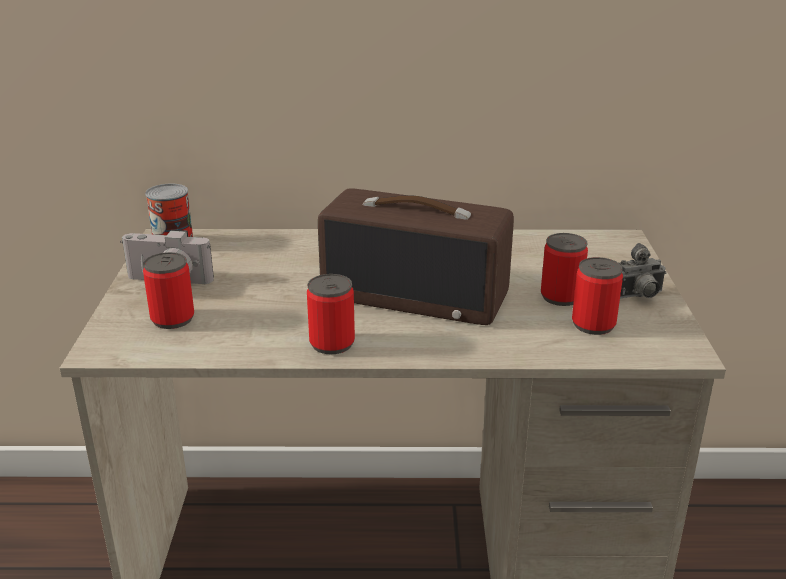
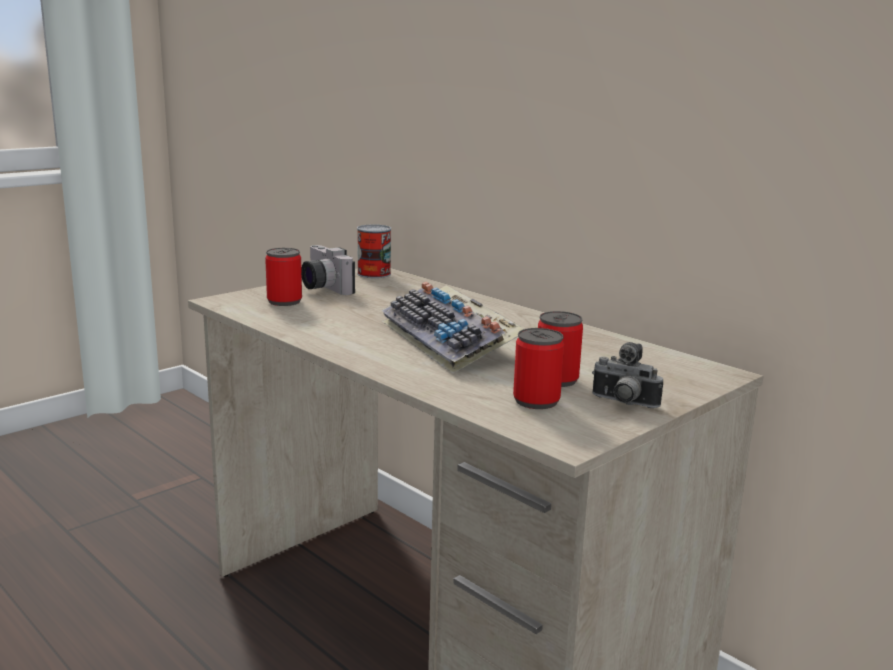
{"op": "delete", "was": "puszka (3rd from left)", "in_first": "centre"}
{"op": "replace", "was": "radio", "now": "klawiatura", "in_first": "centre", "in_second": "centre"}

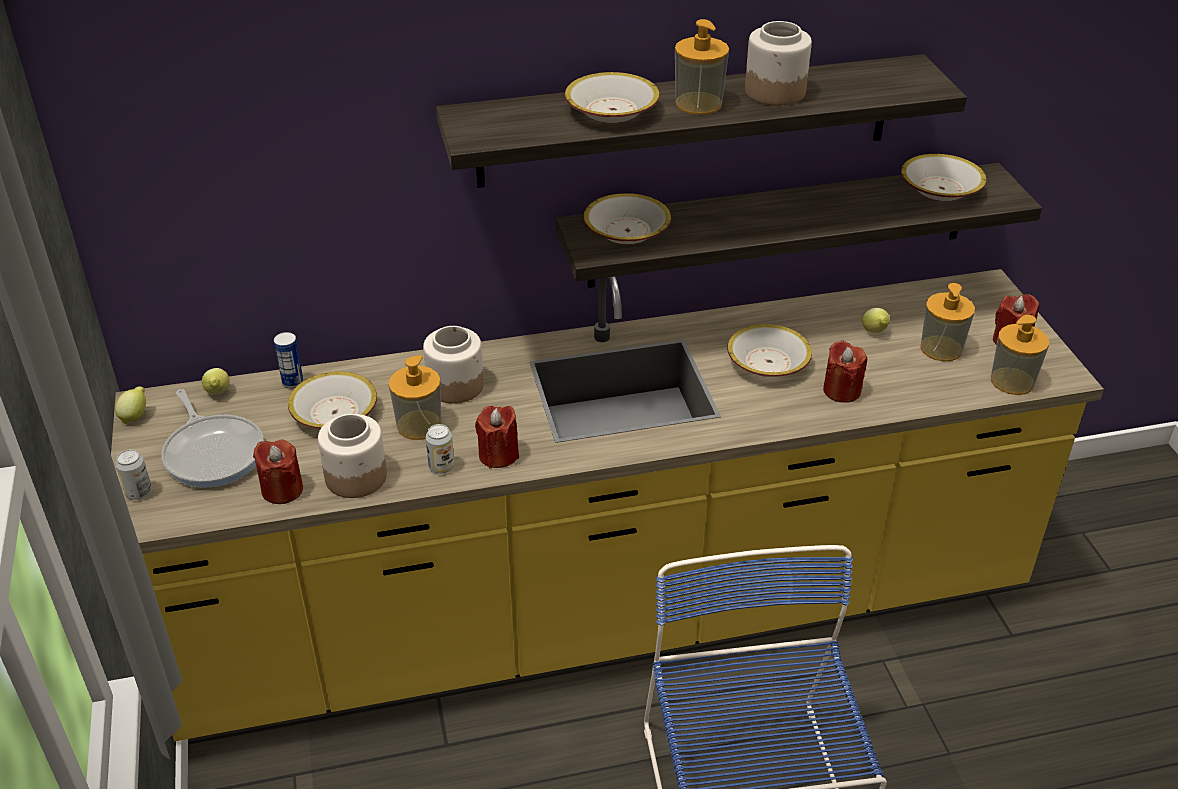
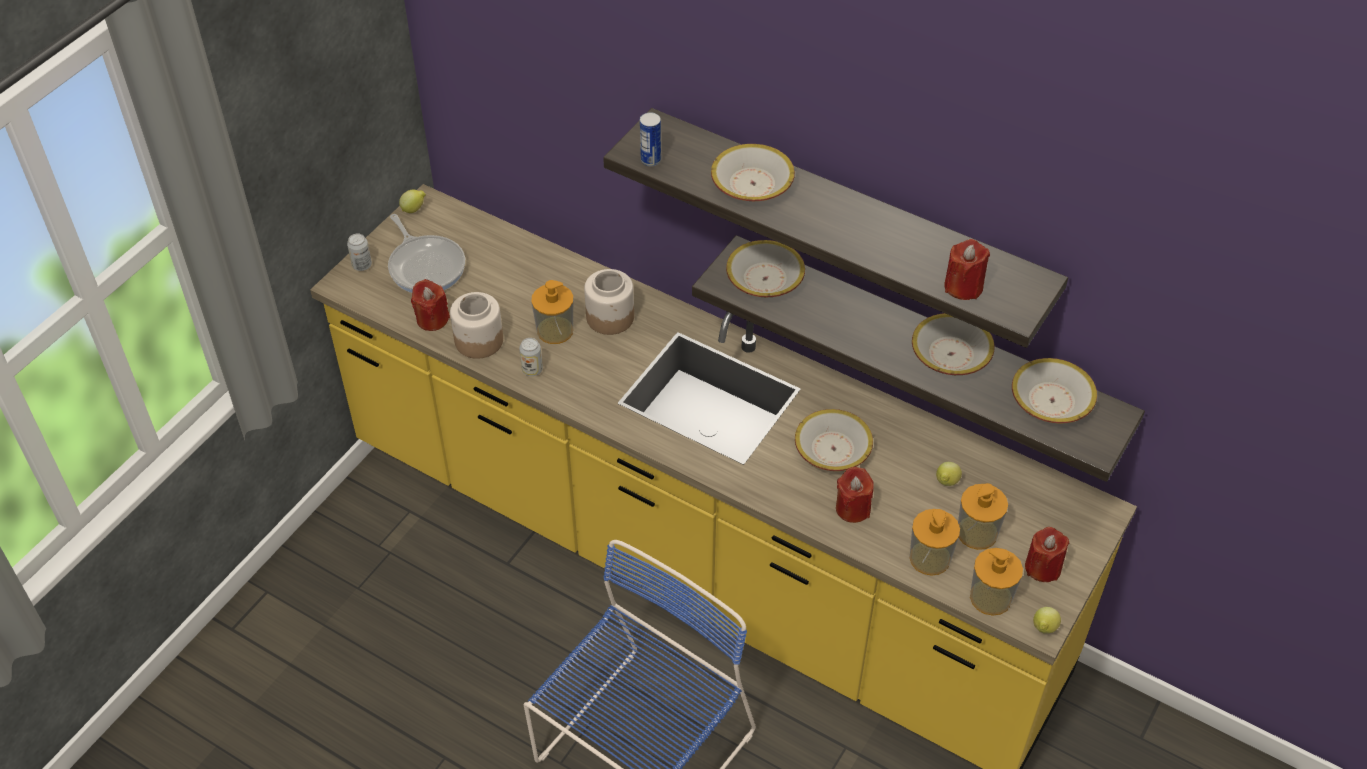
{"op": "rotate", "was": "patelnia", "in_first": "middle left", "in_second": "top left", "clockwise": -45}
{"op": "move", "was": "cytryna (2nd from left in the first image)", "now": "cytryna (3rd from left)", "in_first": "middle left", "in_second": "bottom right"}
{"op": "move", "was": "puszka (2nd from left in the first image)", "now": "puszka (3rd from left)", "in_first": "middle left", "in_second": "top centre"}
{"op": "move", "was": "miska (1st from left in the first image)", "now": "miska (4th from left)", "in_first": "middle left", "in_second": "middle right"}
{"op": "move", "was": "świeca [czerwony] (2nd from left in the first image)", "now": "świeca [czerwony] (3rd from left)", "in_first": "centre", "in_second": "middle right"}
{"op": "move", "was": "dozownik mydła (2nd from left)", "in_first": "top centre", "in_second": "bottom right"}
{"op": "delete", "was": "słoik (3rd from left)", "in_first": "top centre"}

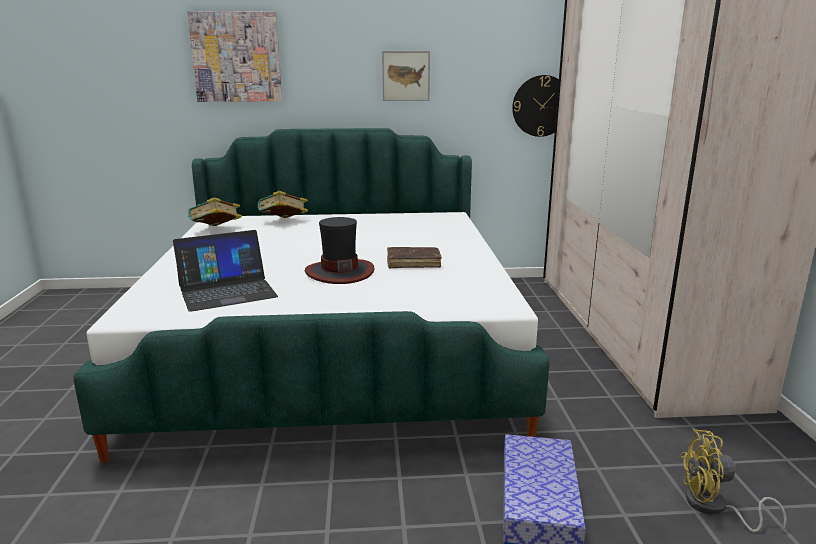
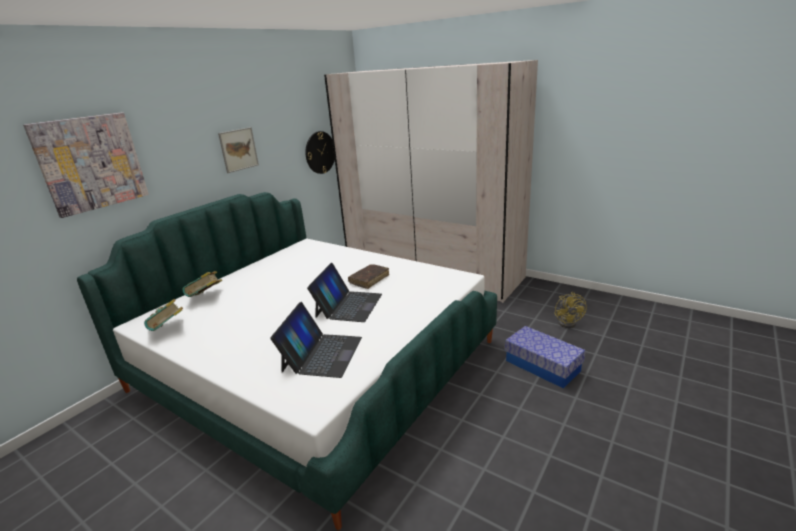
{"op": "replace", "was": "kapelusz", "now": "laptop (2nd from left)", "in_first": "centre", "in_second": "centre"}
{"op": "rotate", "was": "wentylator [żółty]", "in_first": "bottom right", "in_second": "middle right", "clockwise": -45}

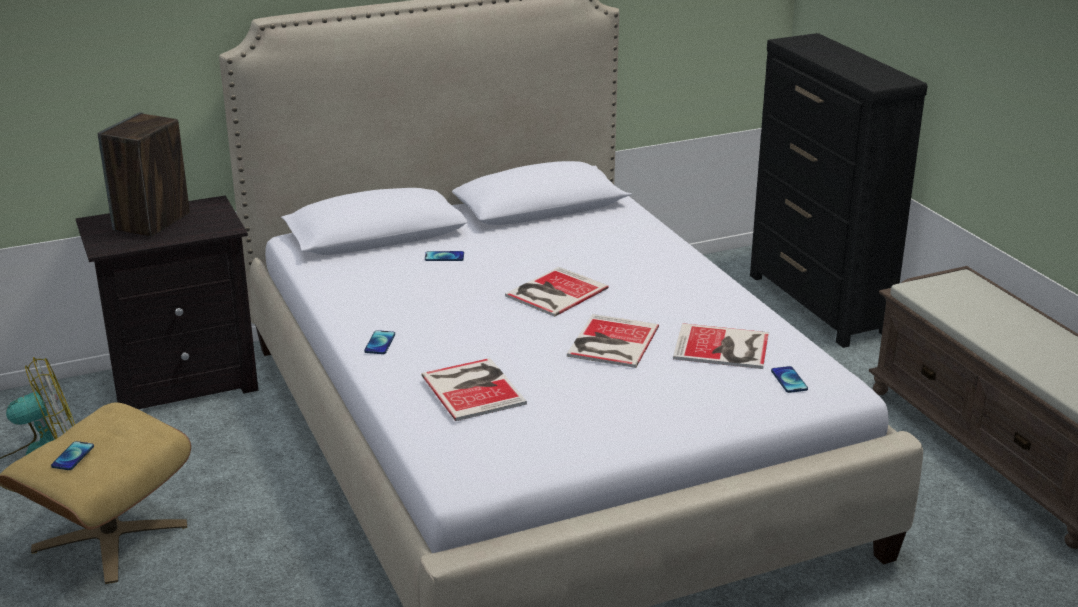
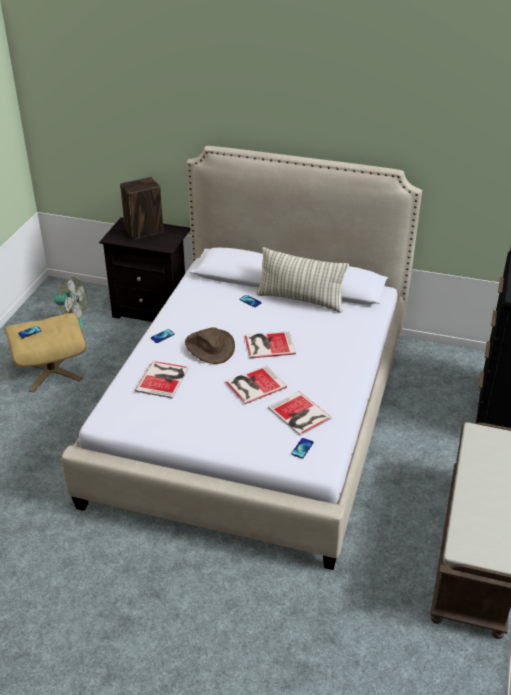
{"op": "insert", "now": "kapelusz [brązowy]", "in_second": "centre"}
{"op": "insert", "now": "poduszka", "in_second": "centre"}

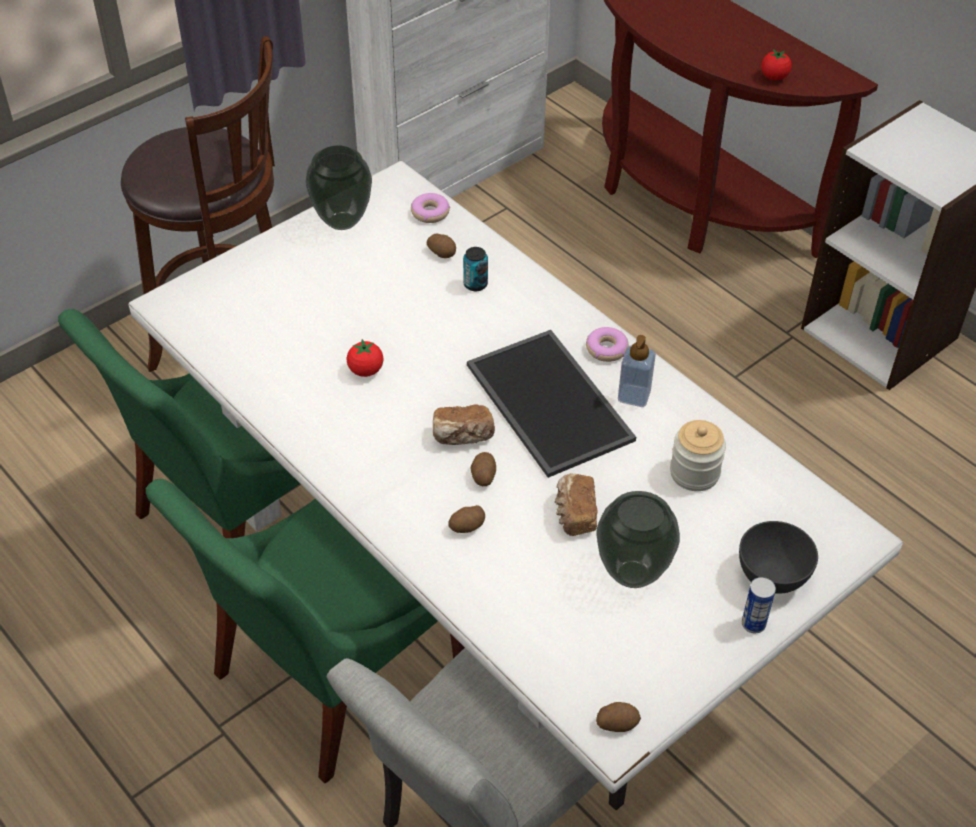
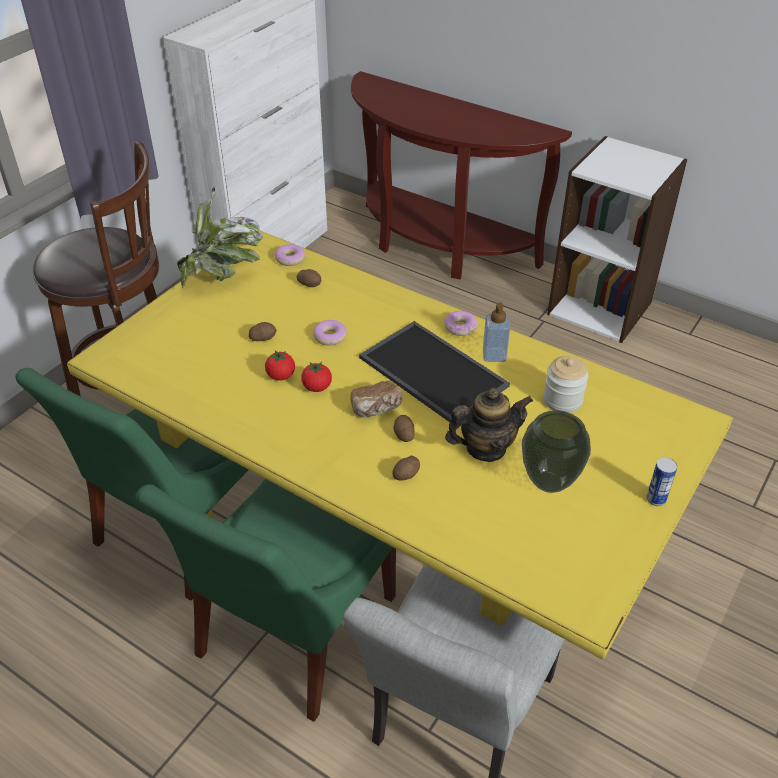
{"op": "recolor", "was": "stół jadalny [biały]", "now": "stół jadalny [żółty]", "in_first": "centre", "in_second": "centre"}
{"op": "replace", "was": "wazon (1st from left)", "now": "roślina doniczkowa", "in_first": "top centre", "in_second": "top left"}
{"op": "delete", "was": "puszka (1st from left)", "in_first": "top centre"}
{"op": "replace", "was": "chleb (2nd from left)", "now": "imbryk", "in_first": "centre", "in_second": "centre"}
{"op": "move", "was": "ziemniak (4th from left in the first image)", "now": "ziemniak (1st from left)", "in_first": "bottom centre", "in_second": "centre"}
{"op": "delete", "was": "miska [szary]", "in_first": "bottom right"}
{"op": "move", "was": "pomidor (2nd from left)", "in_first": "top right", "in_second": "centre"}
{"op": "insert", "now": "donut (2nd from left)", "in_second": "centre"}

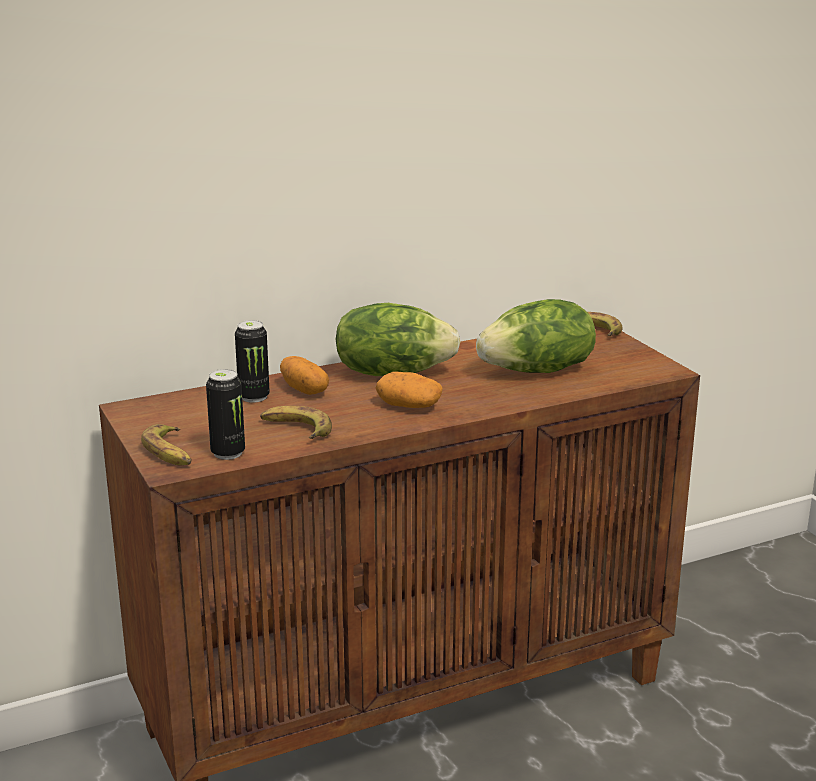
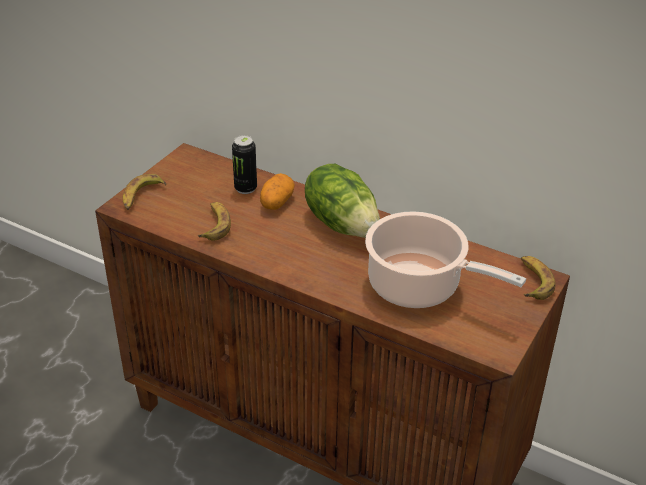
{"op": "delete", "was": "puszka (1st from left)", "in_first": "middle left"}
{"op": "delete", "was": "ziemniak (2nd from left)", "in_first": "centre"}
{"op": "replace", "was": "sałata (2nd from left)", "now": "garnek", "in_first": "centre", "in_second": "middle right"}

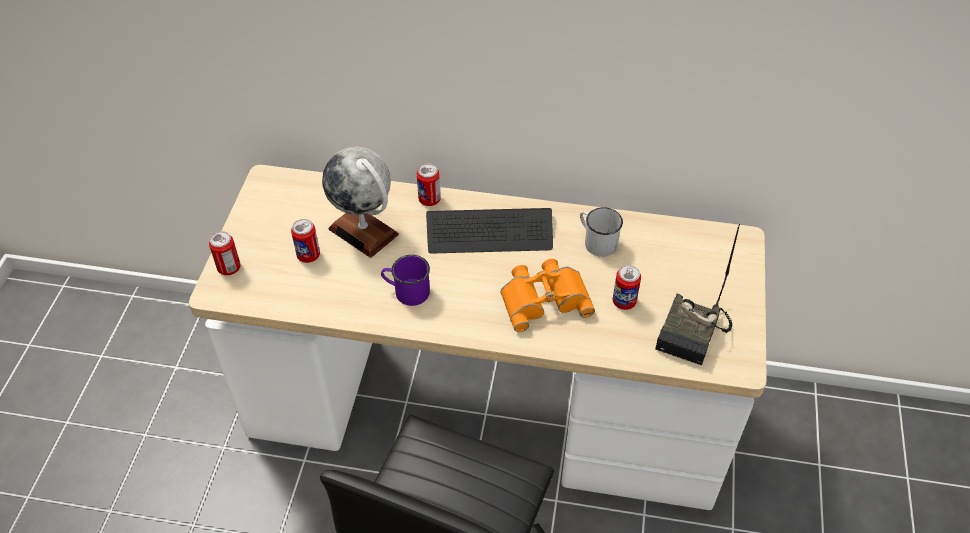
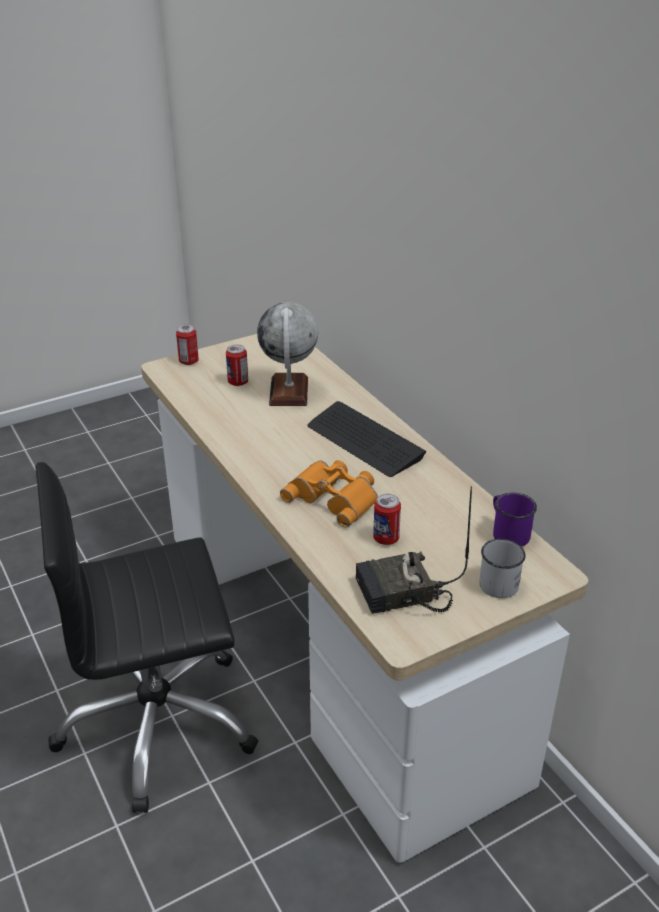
{"op": "move", "was": "kubek [fioletowy]", "in_first": "centre", "in_second": "middle right"}
{"op": "delete", "was": "puszka (3rd from left)", "in_first": "centre"}
{"op": "move", "was": "kubek [biały]", "in_first": "centre", "in_second": "middle right"}

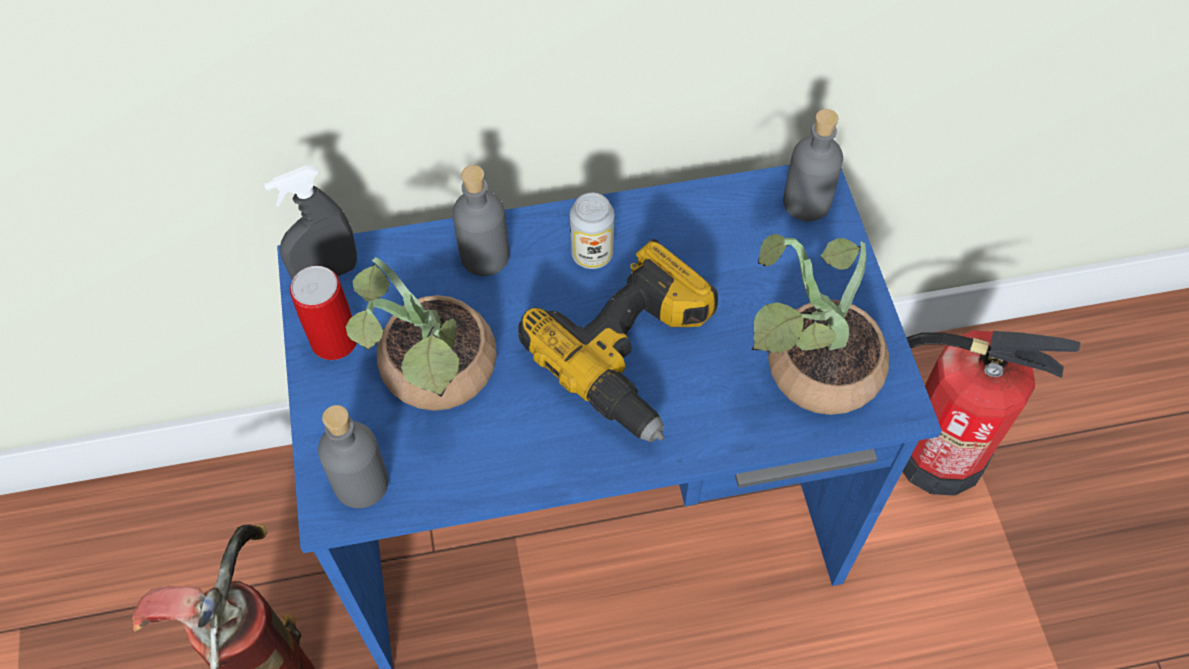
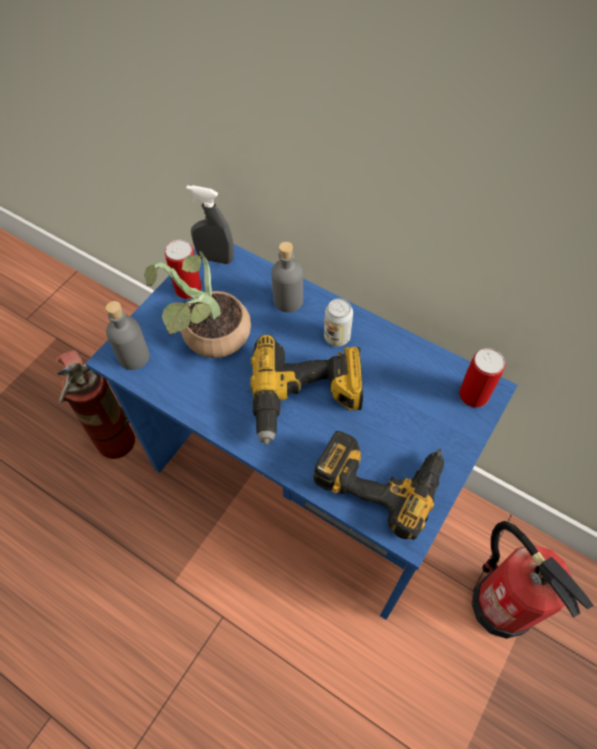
{"op": "replace", "was": "roślina doniczkowa (2nd from left)", "now": "wiertarka (2nd from left)", "in_first": "middle right", "in_second": "centre"}
{"op": "replace", "was": "butelka [szary] (3rd from left)", "now": "puszka (3rd from left)", "in_first": "top right", "in_second": "middle right"}

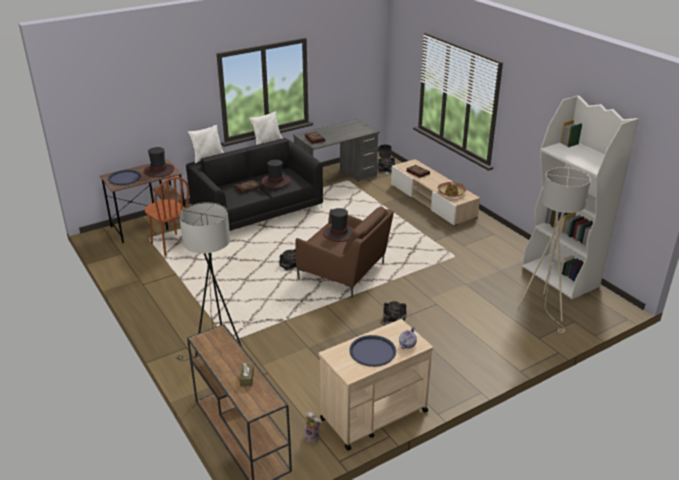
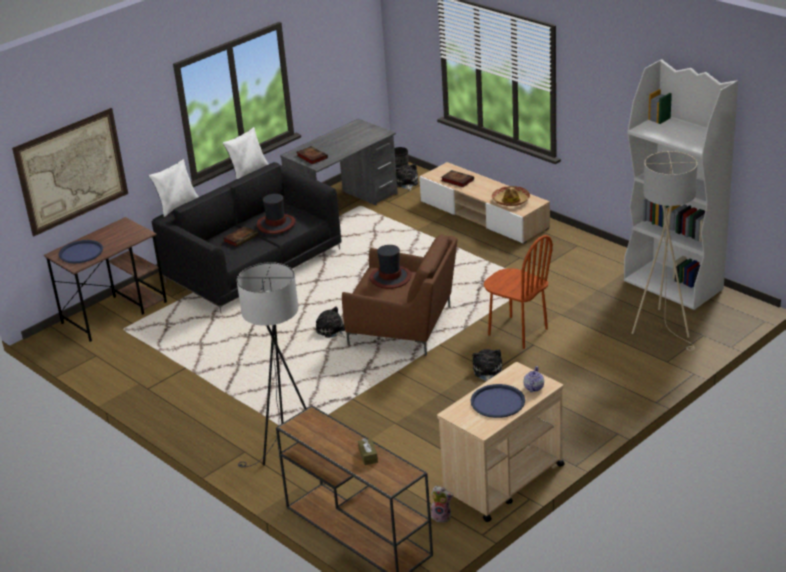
{"op": "delete", "was": "kapelusz (1st from left)", "in_first": "middle left"}
{"op": "move", "was": "krzesło [brązowy]", "in_first": "middle left", "in_second": "centre"}
{"op": "insert", "now": "obraz", "in_second": "top left"}

